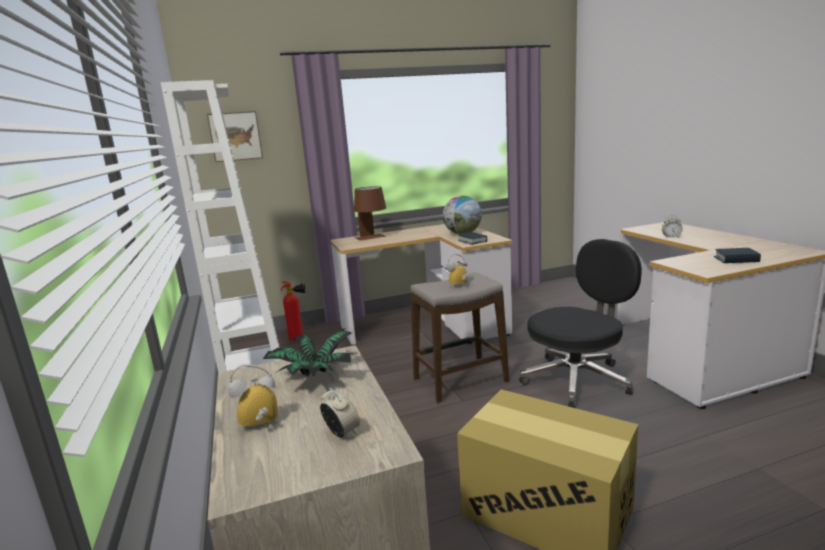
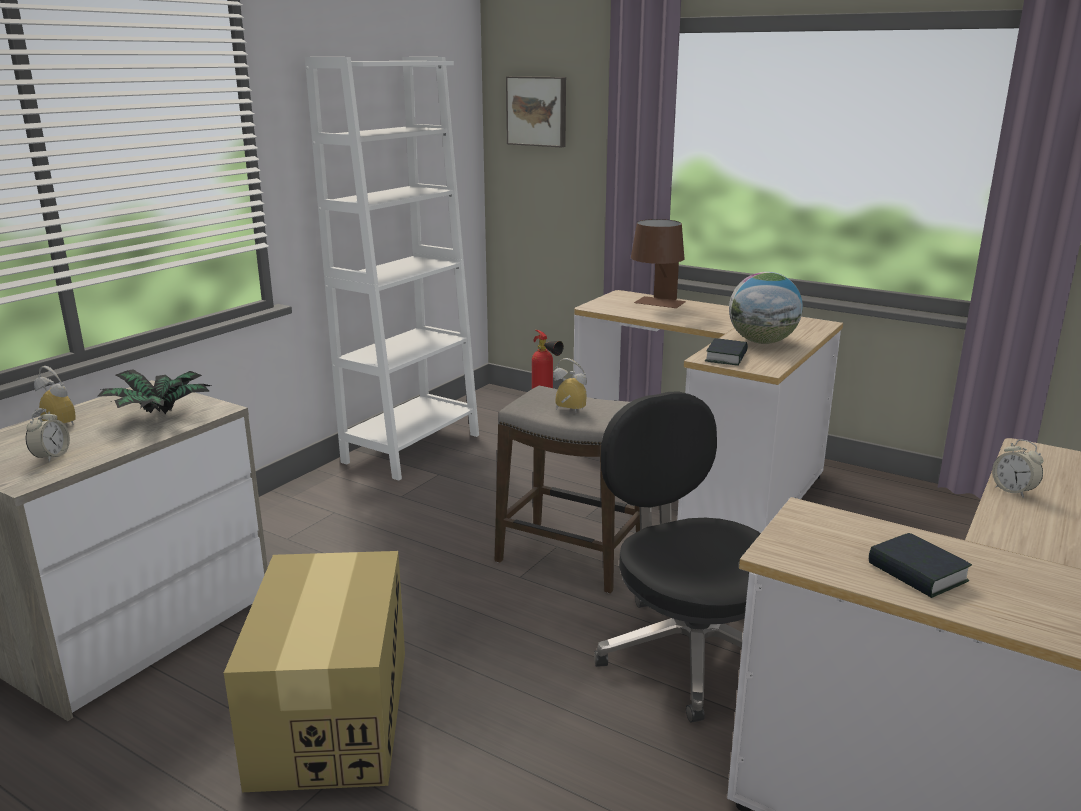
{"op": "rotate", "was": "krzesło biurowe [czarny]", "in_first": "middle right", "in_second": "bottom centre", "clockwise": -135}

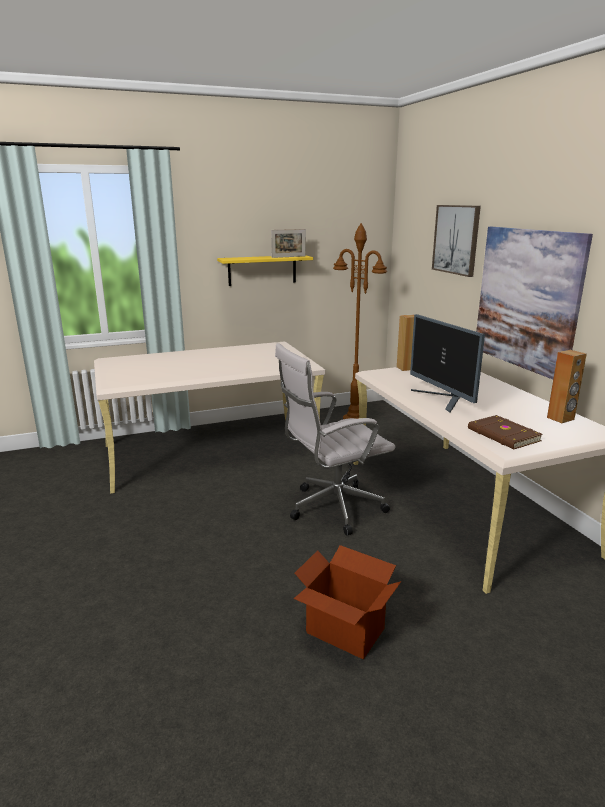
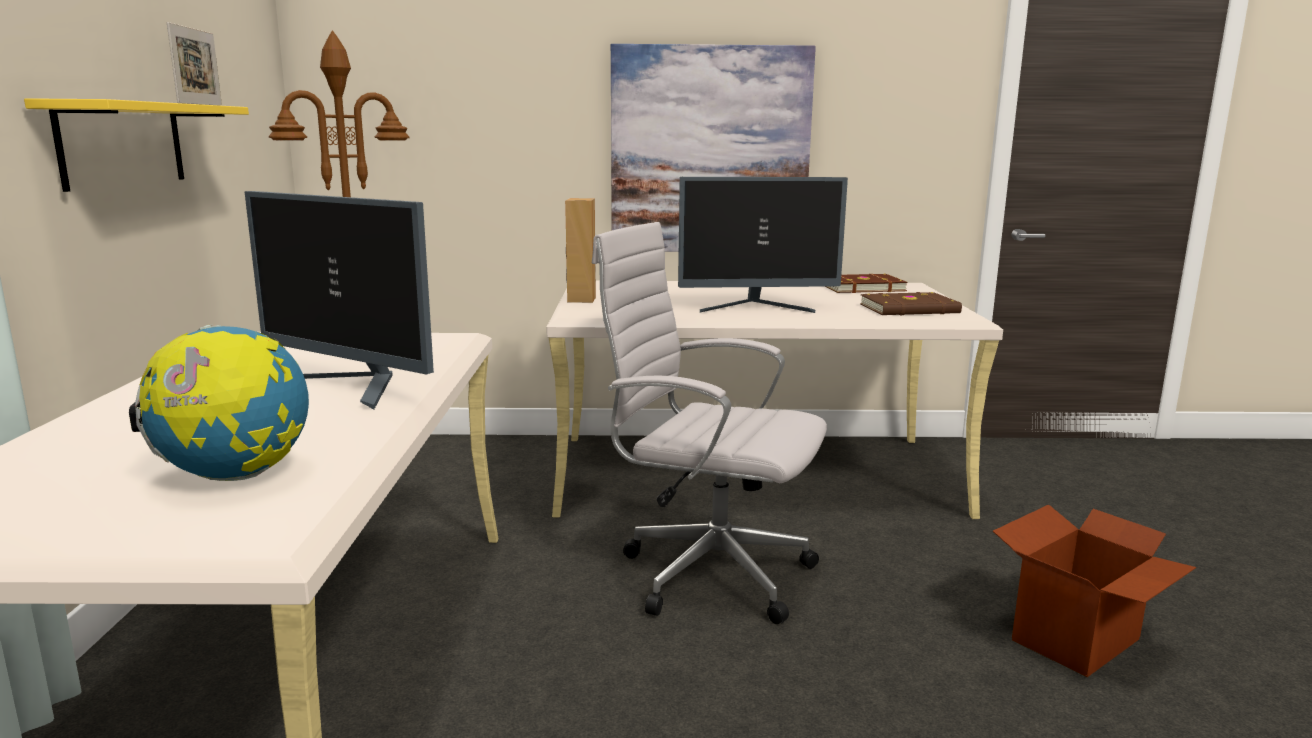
{"op": "rotate", "was": "krzesło biurowe [biały]", "in_first": "centre", "in_second": "centre", "clockwise": 120}
{"op": "delete", "was": "obraz (1st from left)", "in_first": "top right"}
{"op": "replace", "was": "głośnik [brązowy] (2nd from left)", "now": "książka [brązowy] (1st from left)", "in_first": "middle right", "in_second": "centre"}
{"op": "insert", "now": "globus", "in_second": "middle left"}
{"op": "insert", "now": "monitor (1st from left)", "in_second": "middle left"}

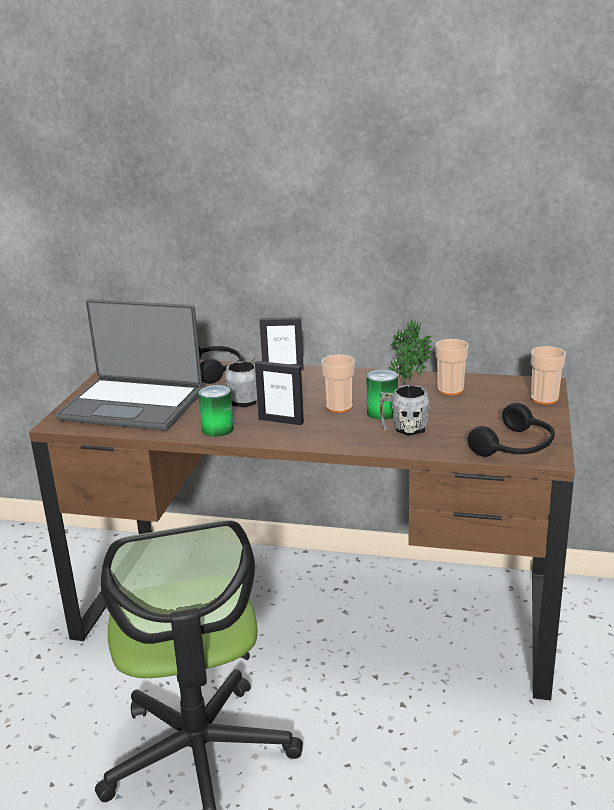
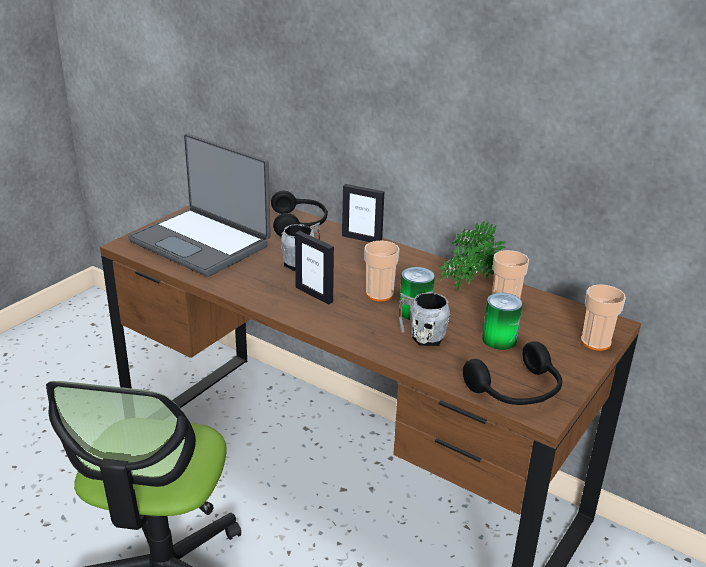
{"op": "move", "was": "puszka (1st from left in the first image)", "now": "puszka (2nd from left)", "in_first": "centre", "in_second": "middle right"}

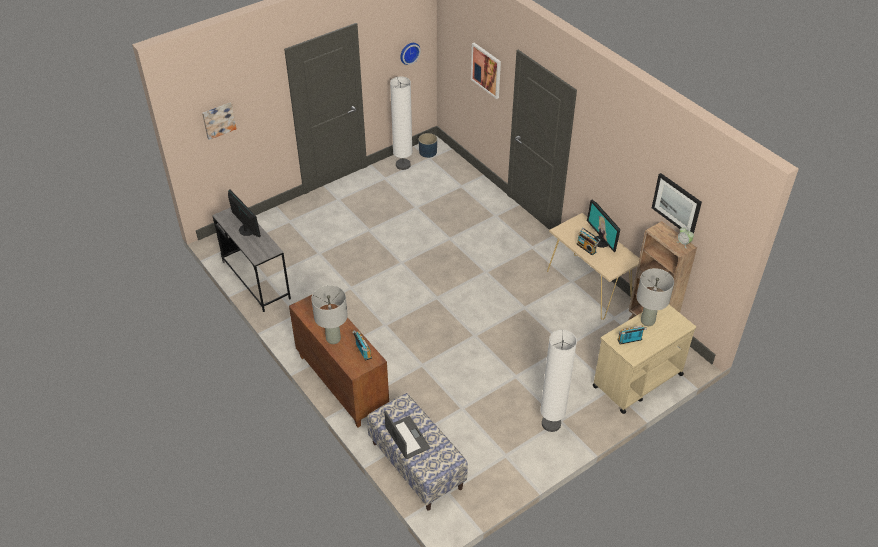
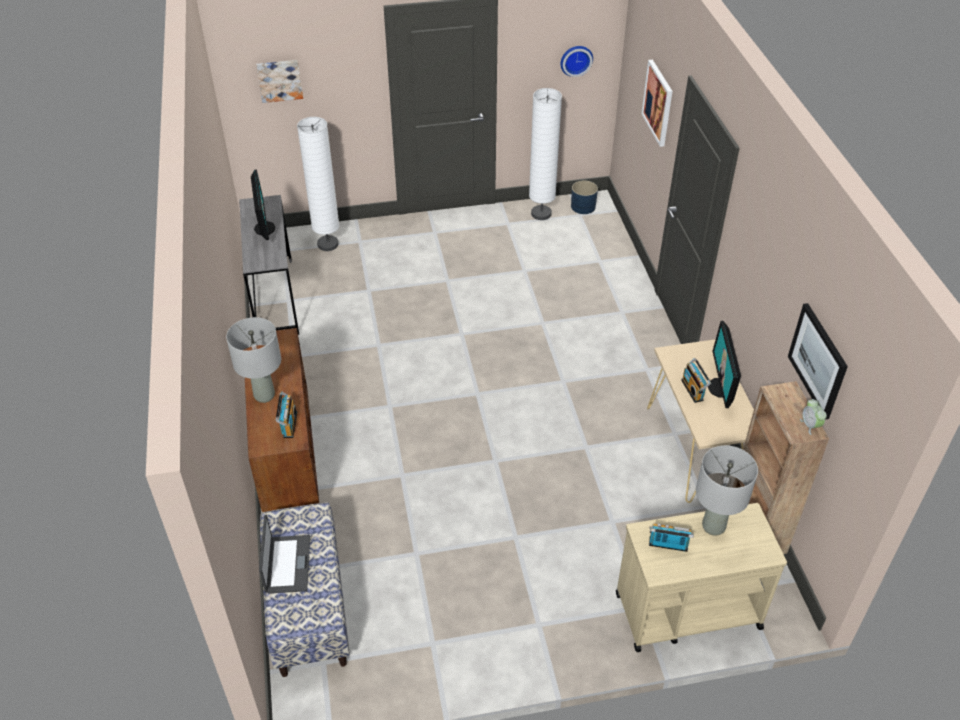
{"op": "move", "was": "lampa stojąca [biały] (2nd from left in the first image)", "now": "lampa stojąca [biały] (1st from left)", "in_first": "bottom centre", "in_second": "top left"}

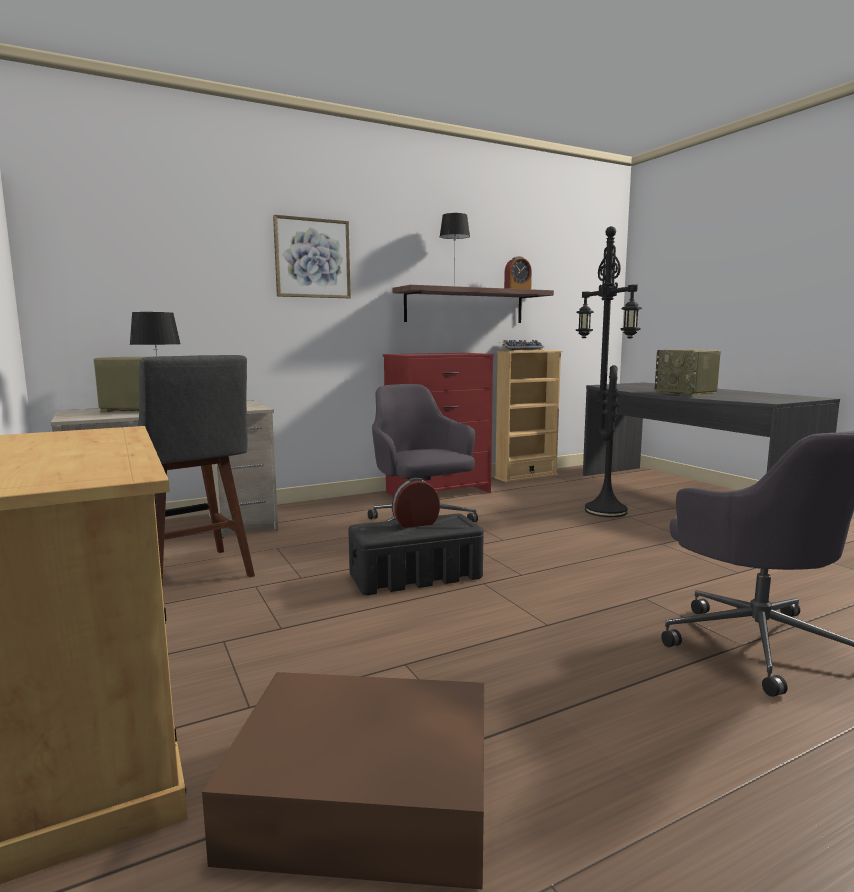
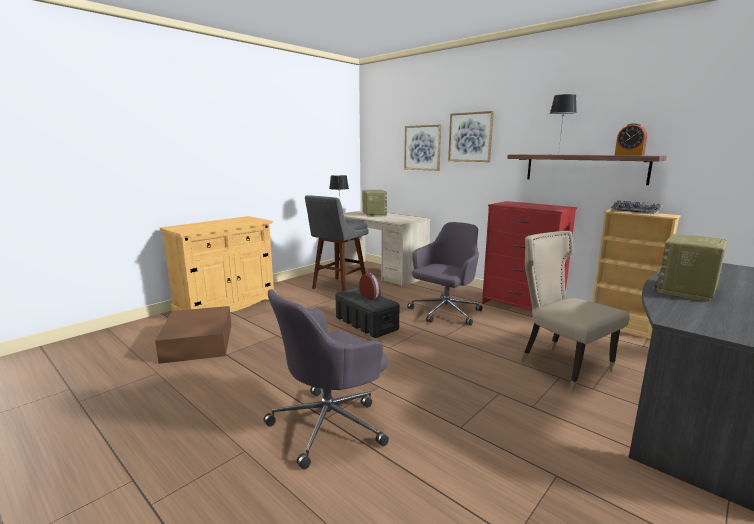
{"op": "replace", "was": "lampa stojąca [czarny]", "now": "krzesło [beżowy]", "in_first": "middle right", "in_second": "middle right"}
{"op": "insert", "now": "obraz (1st from left)", "in_second": "top centre"}

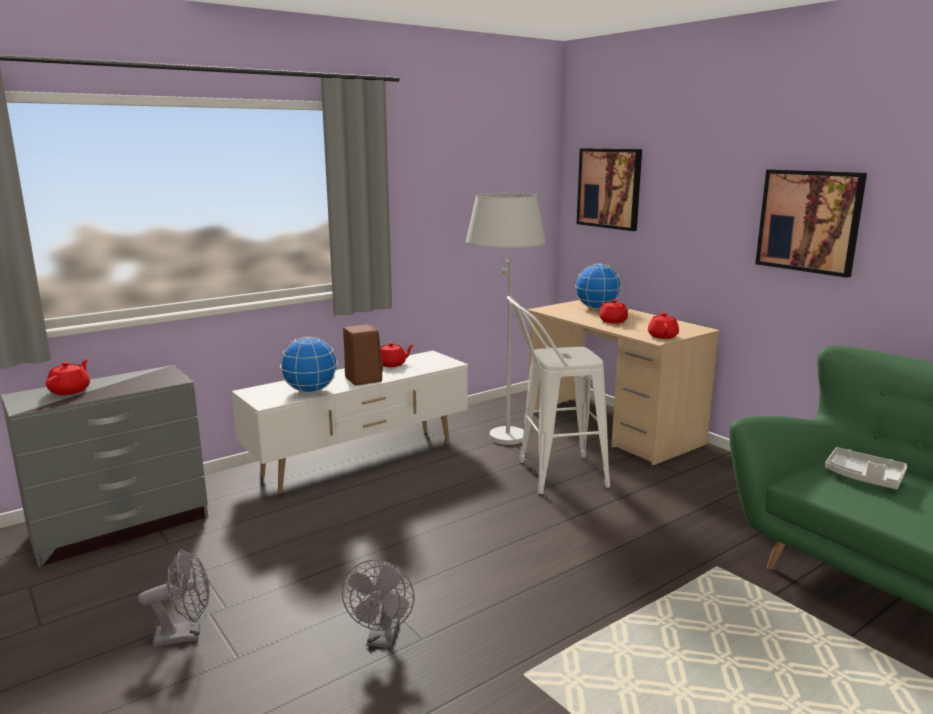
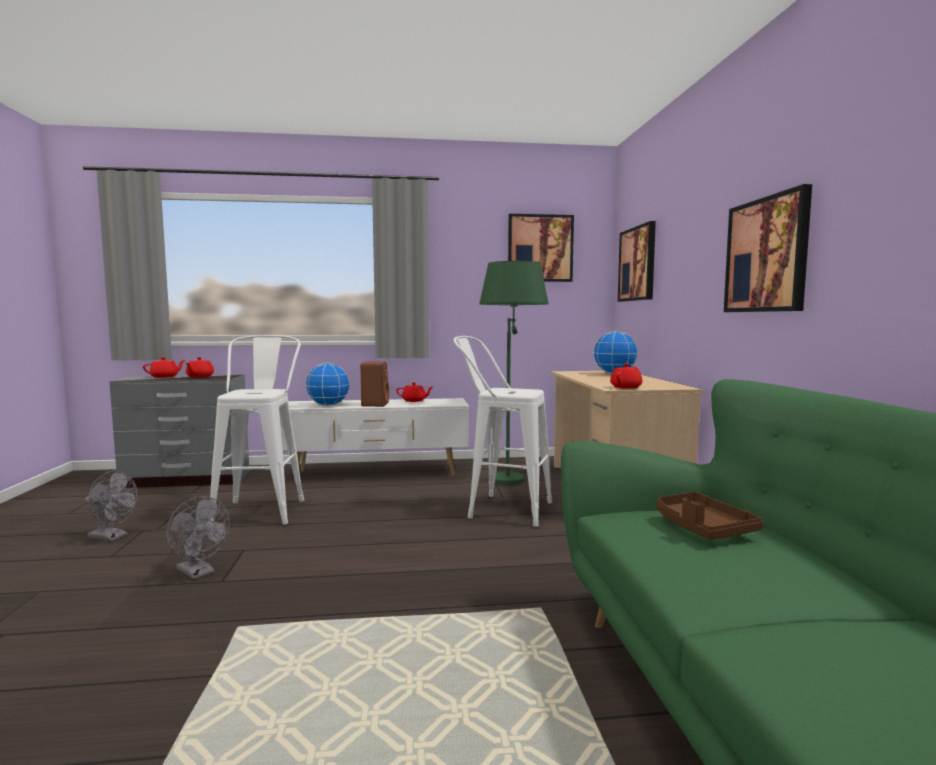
{"op": "rotate", "was": "wentylator [szary] (2nd from left)", "in_first": "bottom centre", "in_second": "bottom left", "clockwise": -90}
{"op": "recolor", "was": "lampa stojąca [biały]", "now": "lampa stojąca [zielony]", "in_first": "centre", "in_second": "centre"}
{"op": "move", "was": "imbryk [czerwony] (3rd from left in the first image)", "now": "imbryk [czerwony] (2nd from left)", "in_first": "centre", "in_second": "middle left"}
{"op": "recolor", "was": "taca [szary]", "now": "taca [brązowy]", "in_first": "middle right", "in_second": "bottom right"}
{"op": "insert", "now": "stołek [biały] (1st from left)", "in_second": "middle left"}
{"op": "insert", "now": "obraz (1st from left)", "in_second": "top centre"}

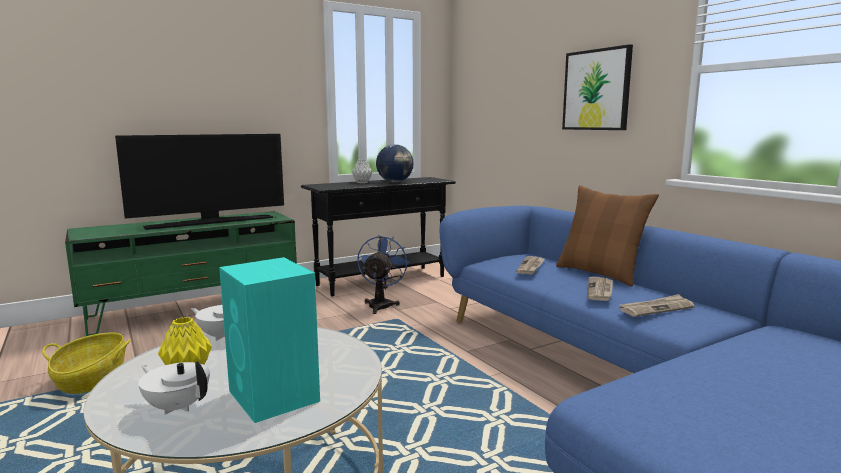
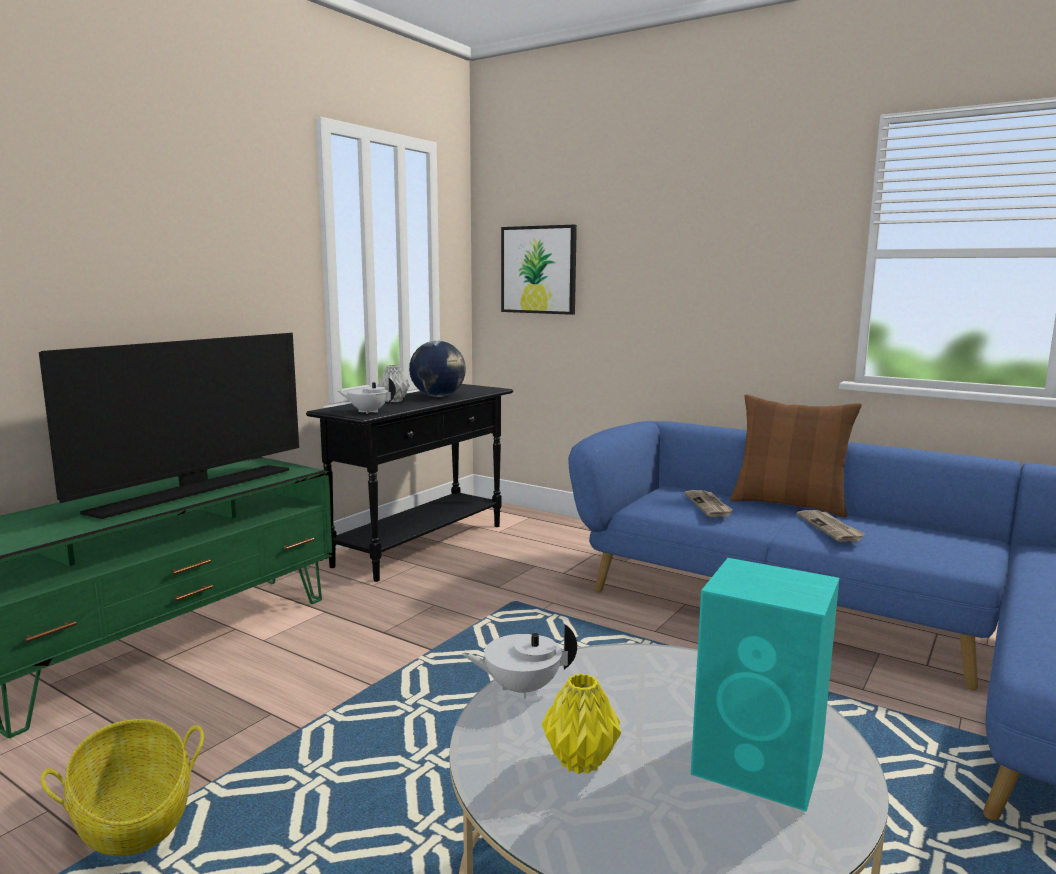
{"op": "move", "was": "imbryk [biały] (1st from left)", "in_first": "bottom left", "in_second": "centre"}
{"op": "delete", "was": "wentylator [niebieski]", "in_first": "centre"}
{"op": "move", "was": "obraz", "in_first": "top right", "in_second": "top centre"}
{"op": "delete", "was": "gazeta (3rd from left)", "in_first": "middle right"}

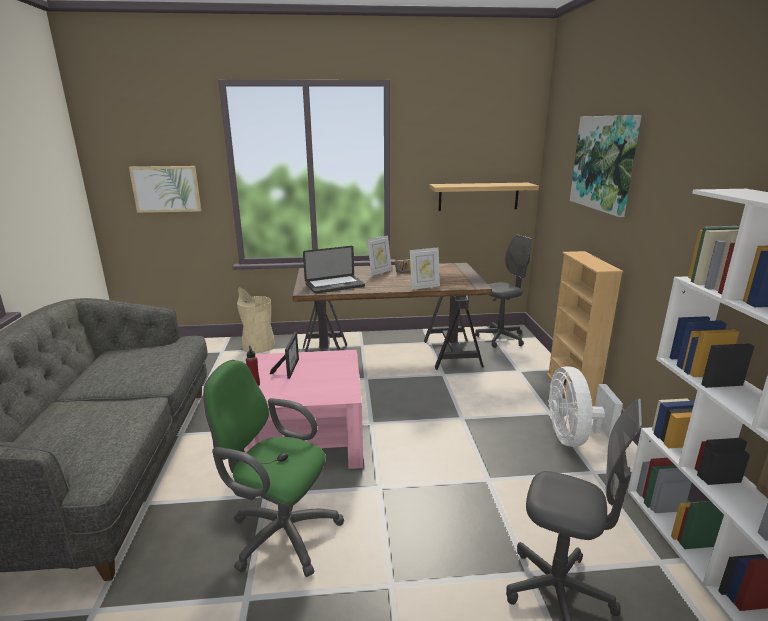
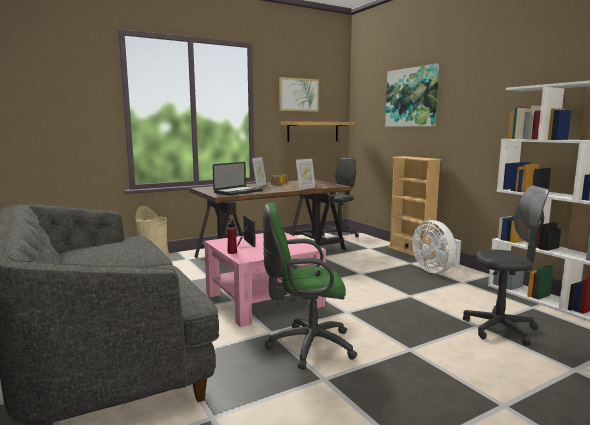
{"op": "move", "was": "obraz (1st from left)", "in_first": "top left", "in_second": "top centre"}

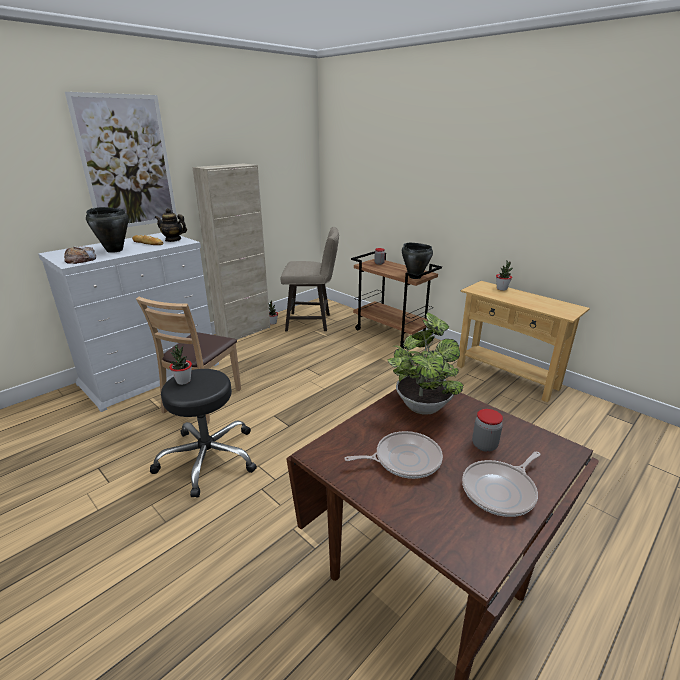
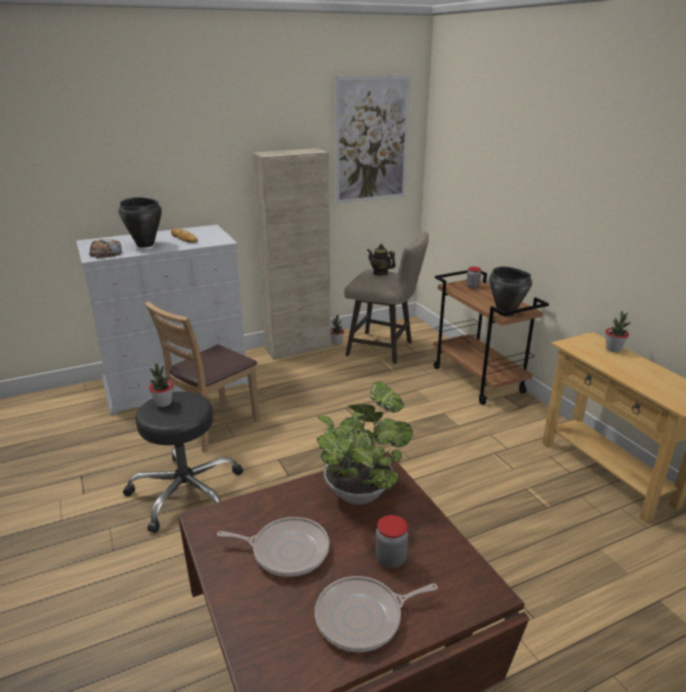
{"op": "move", "was": "obraz", "in_first": "top left", "in_second": "top centre"}
{"op": "move", "was": "imbryk", "in_first": "top left", "in_second": "centre"}

